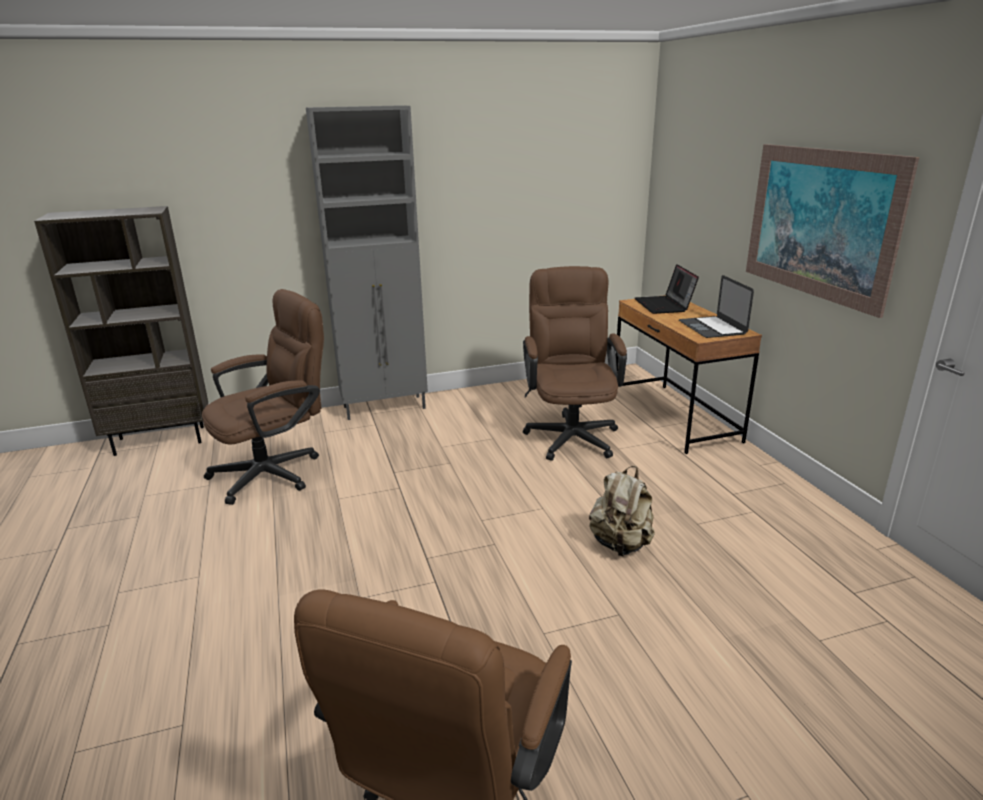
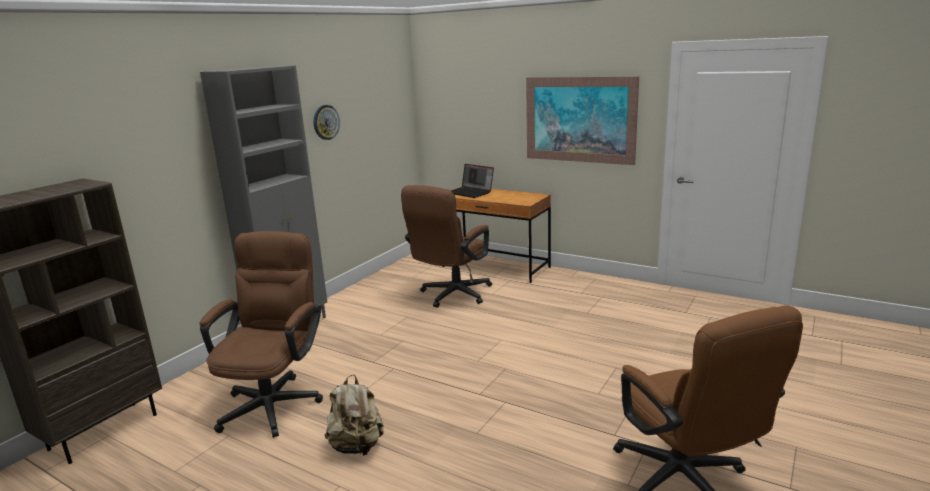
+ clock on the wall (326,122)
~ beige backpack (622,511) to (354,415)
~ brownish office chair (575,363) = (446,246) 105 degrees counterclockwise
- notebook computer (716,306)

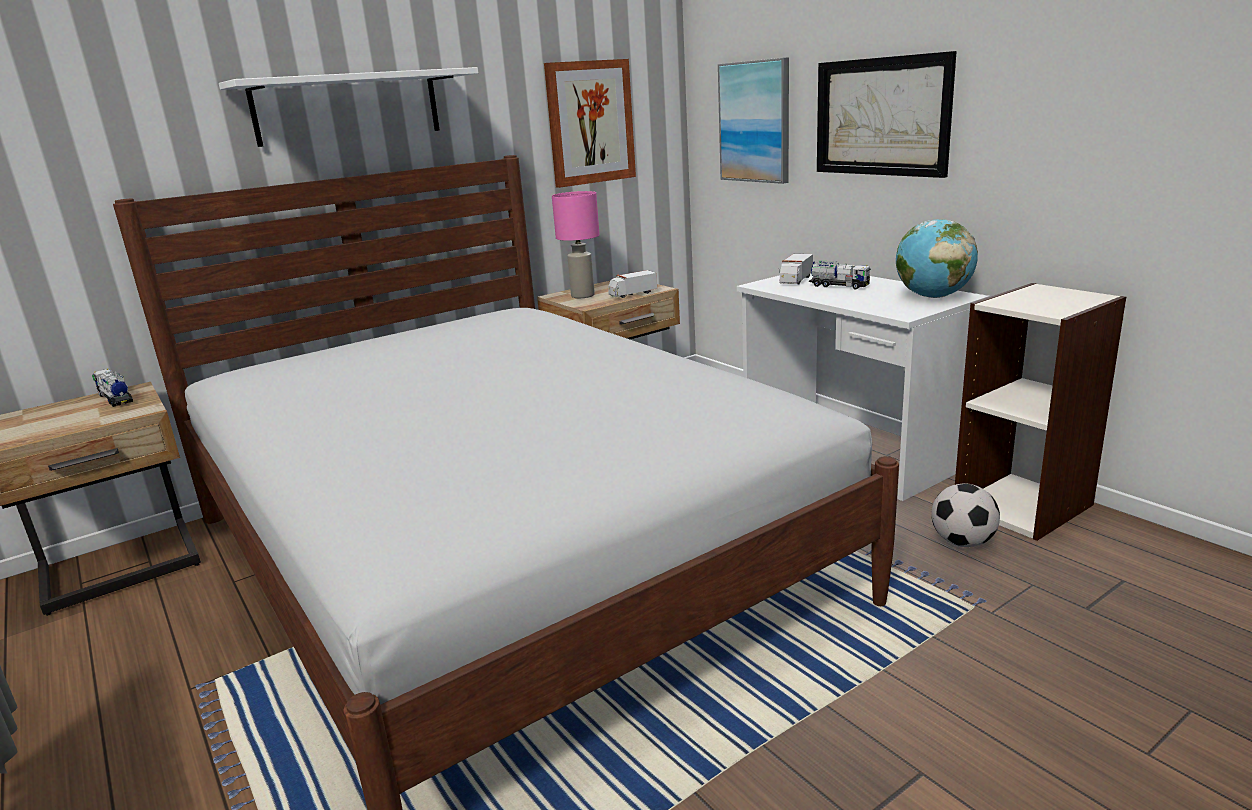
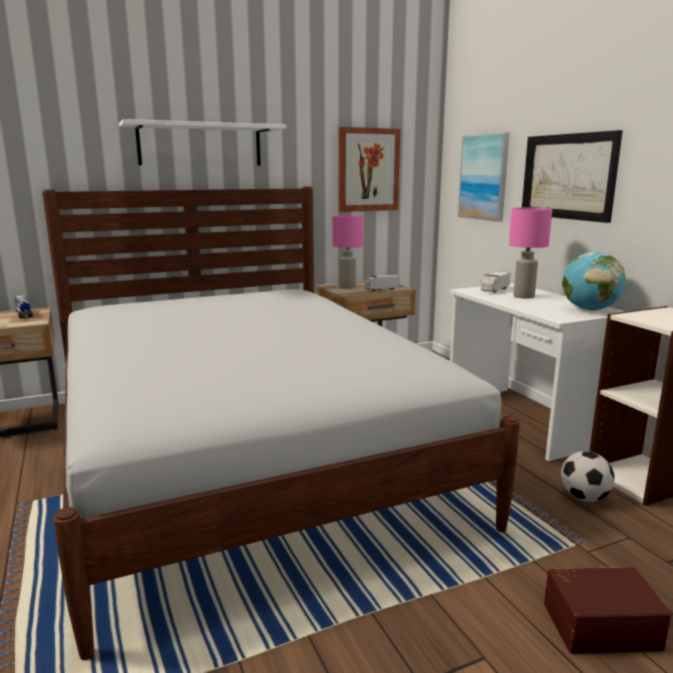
~ model truck (840,275) to pinkish lamp for a table (530,253)
+ brownish storage bin (607,610)

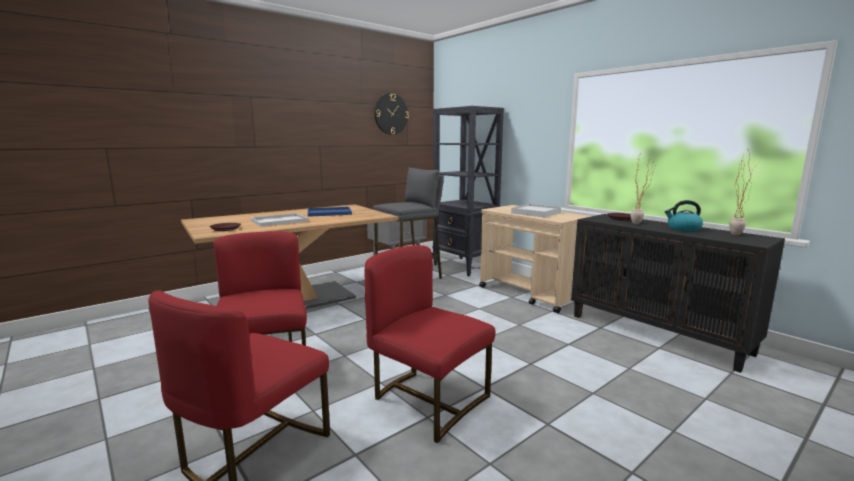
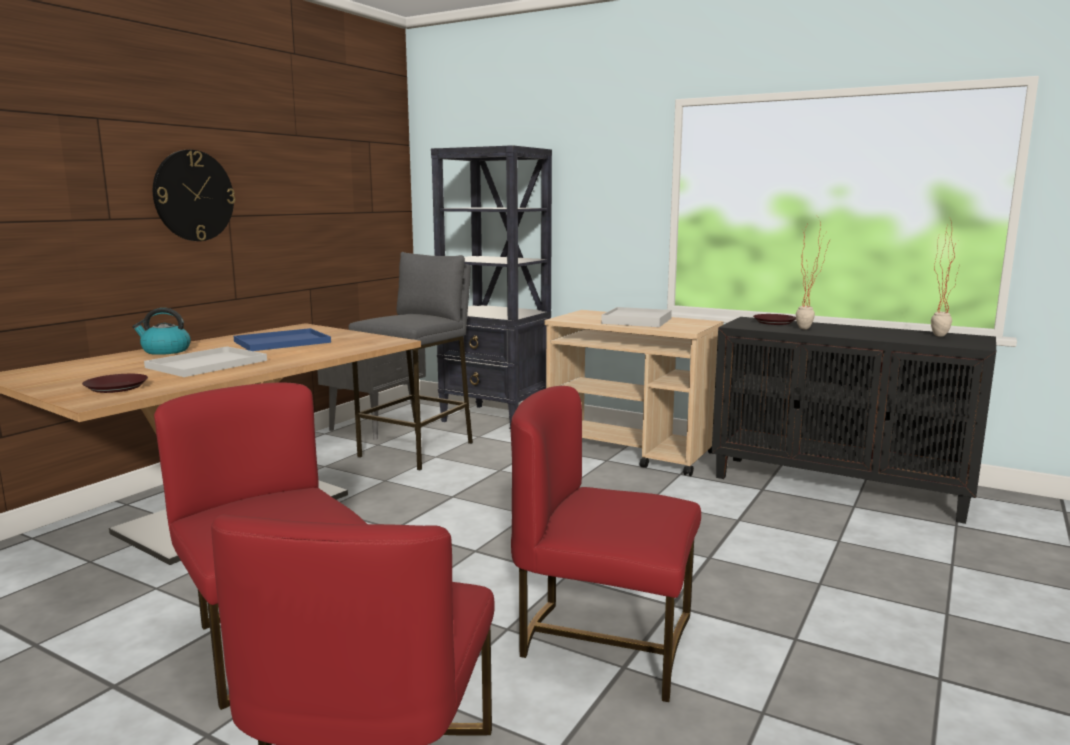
~ kettle (684,216) to (161,331)
~ clock on the wall (391,114) to (194,195)

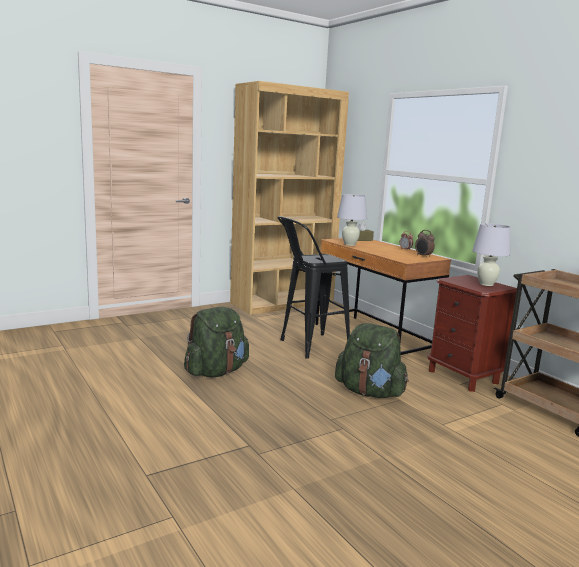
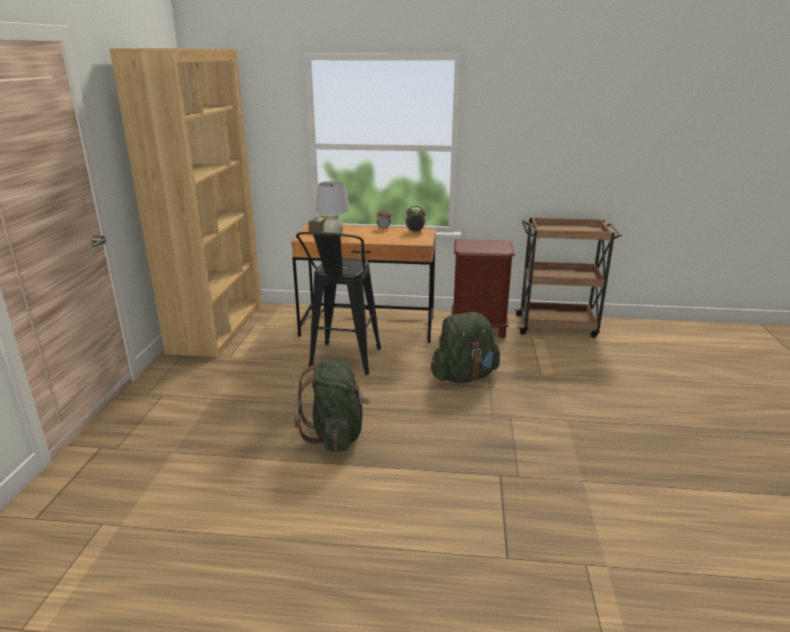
- whitish lamp for a table (491,254)

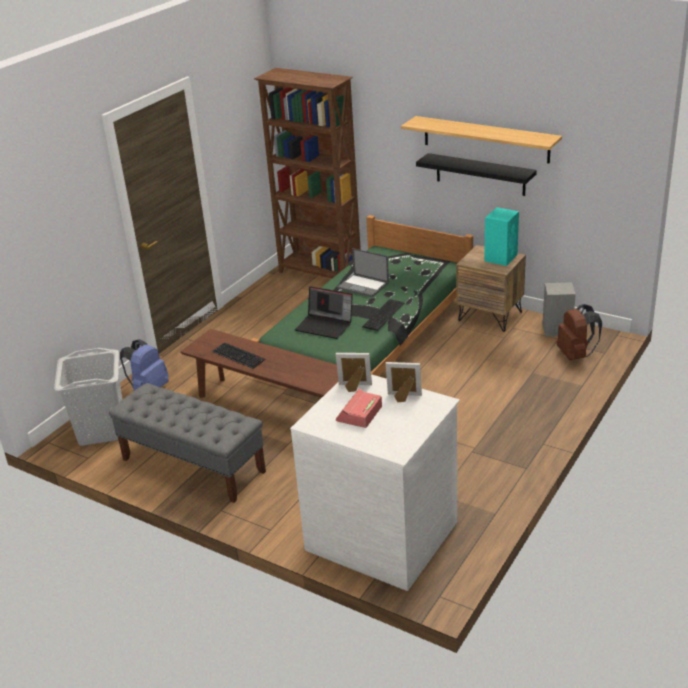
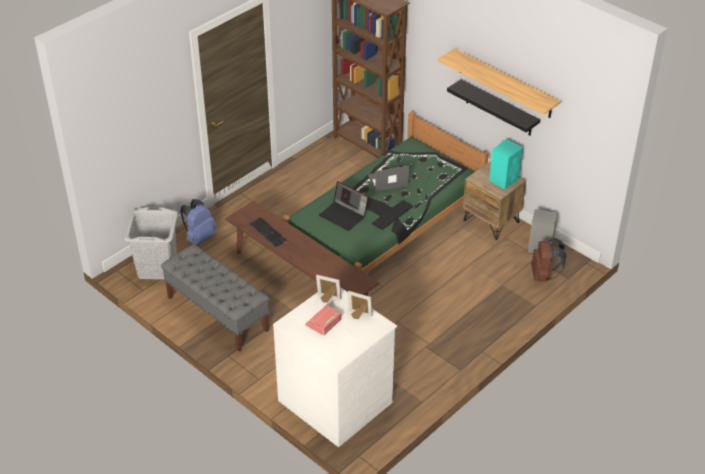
~ notebook computer (363,272) = (388,179) 120 degrees clockwise

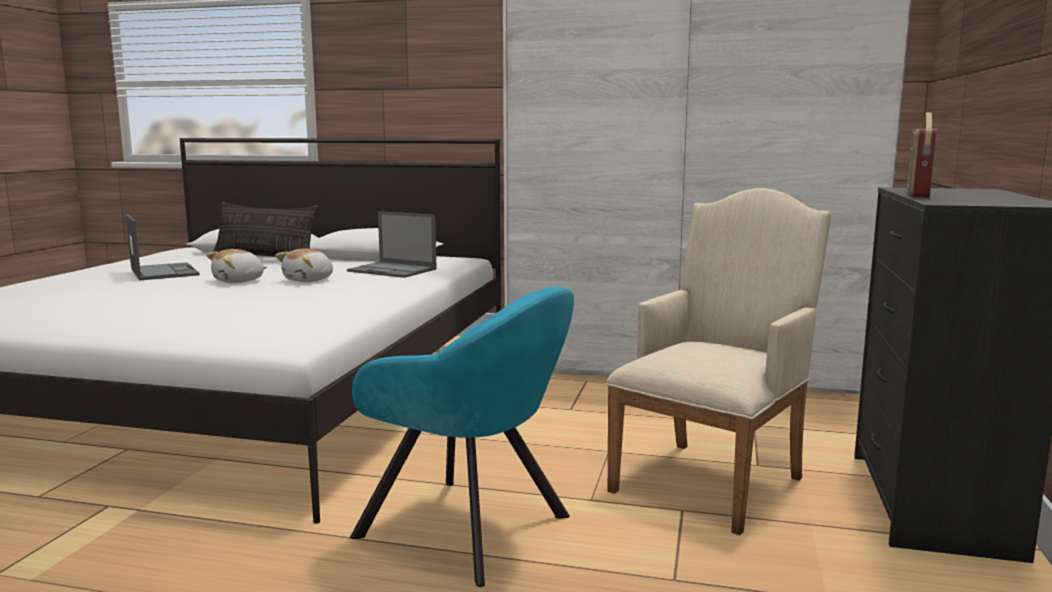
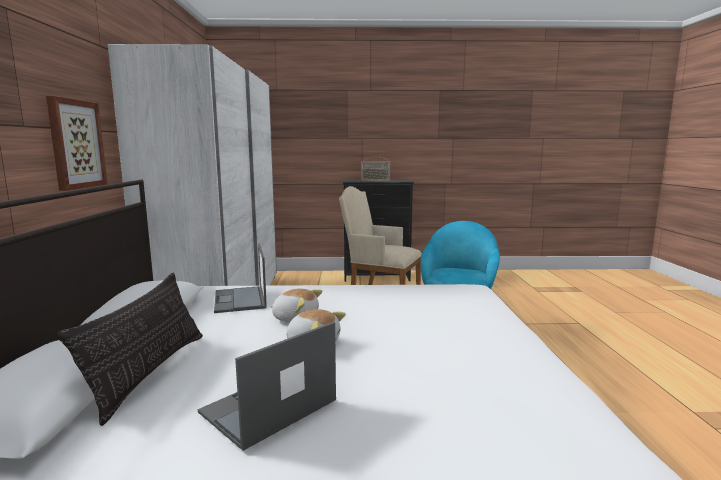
+ picture (76,143)
~ notebook computer (392,244) = (240,278) 150 degrees clockwise

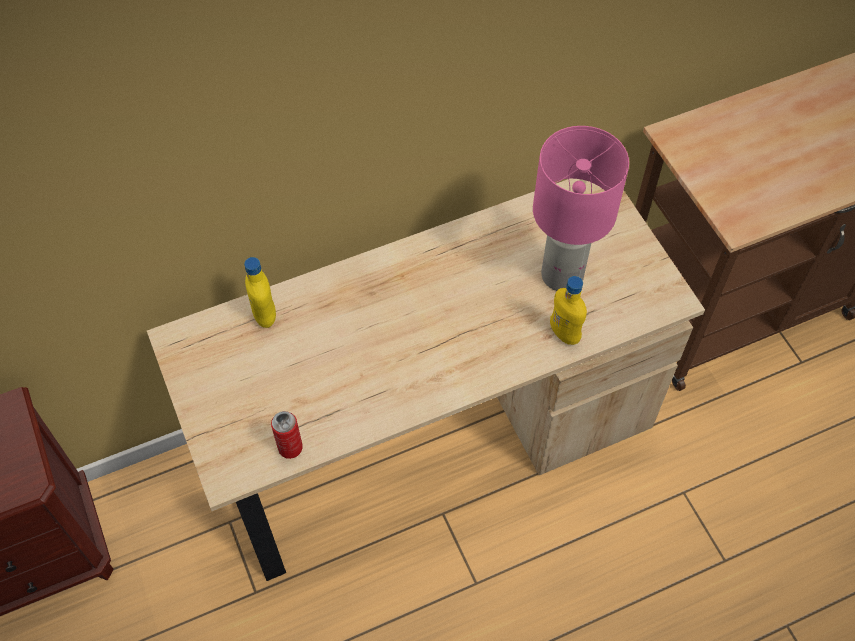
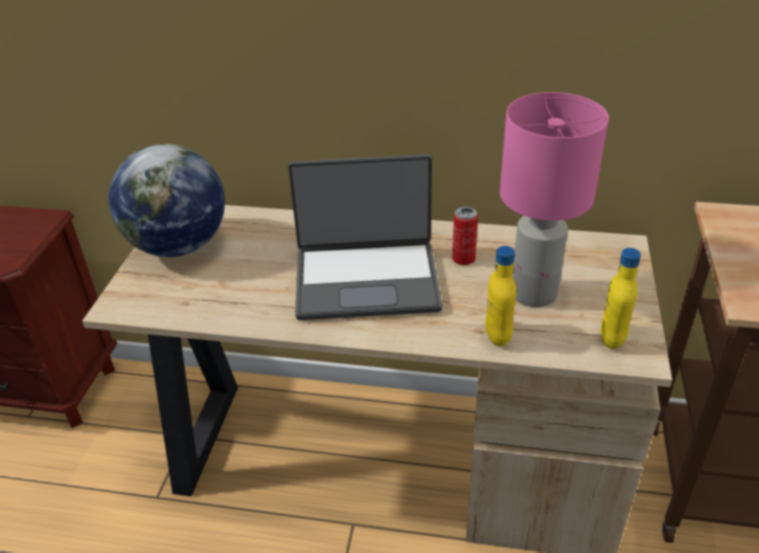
+ world globe (167,200)
+ notebook computer (365,237)
~ sealed can (287,435) to (465,236)
~ yellowish drink bottle (260,292) to (621,298)

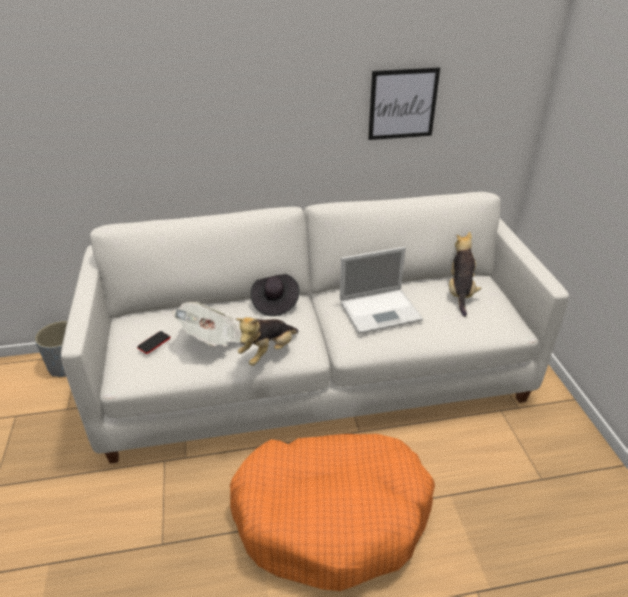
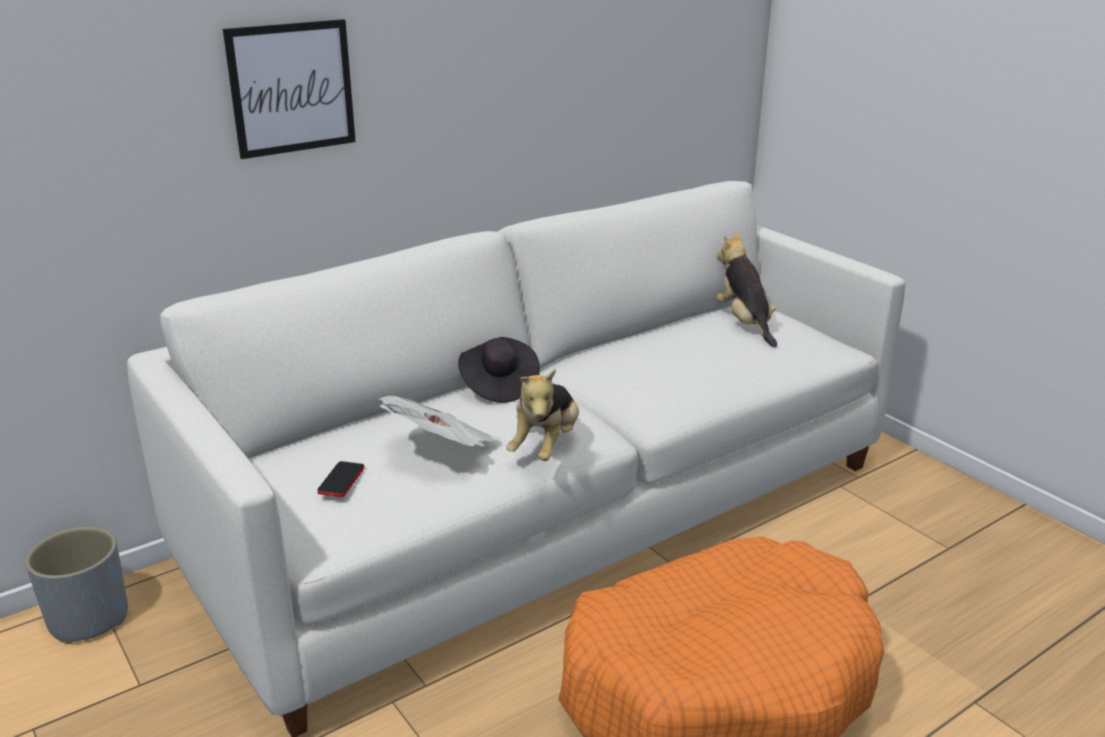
~ picture (404,104) to (289,89)
- notebook computer (381,290)

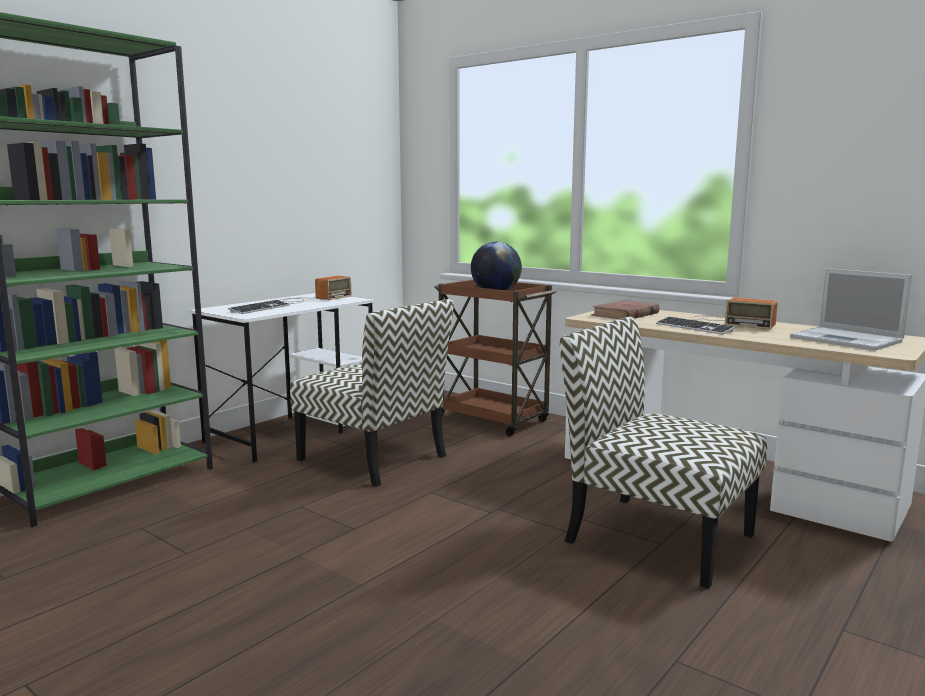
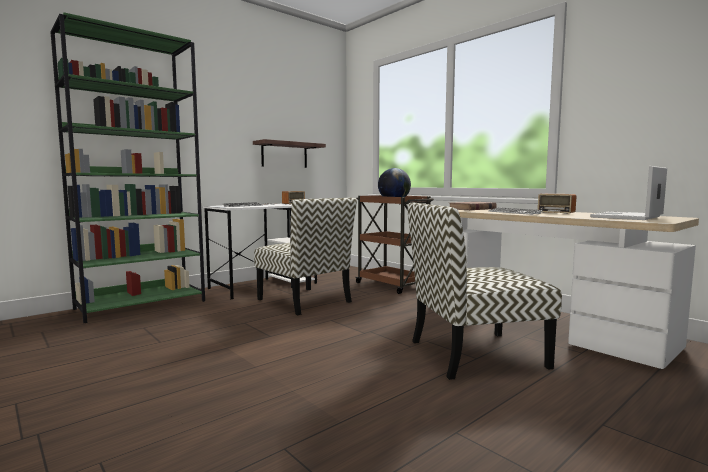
+ wall shelf (289,153)
~ plain chair (663,453) = (484,291) 60 degrees counterclockwise
~ notebook computer (851,309) = (628,193) 75 degrees clockwise

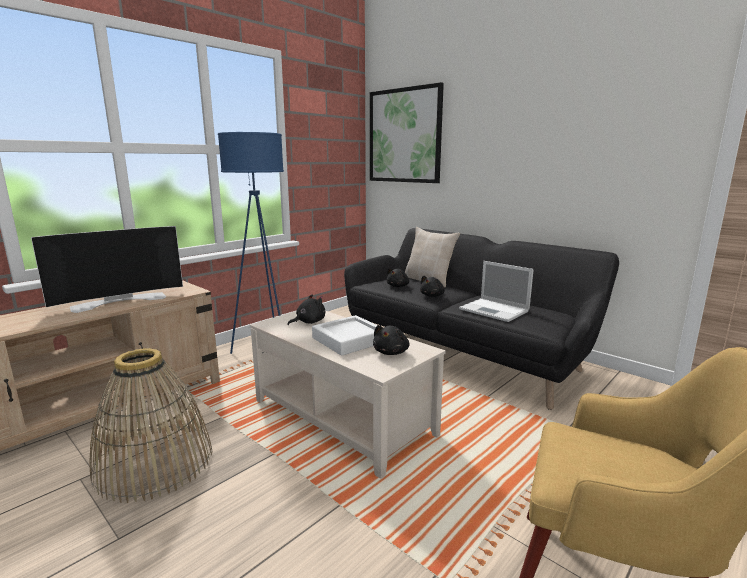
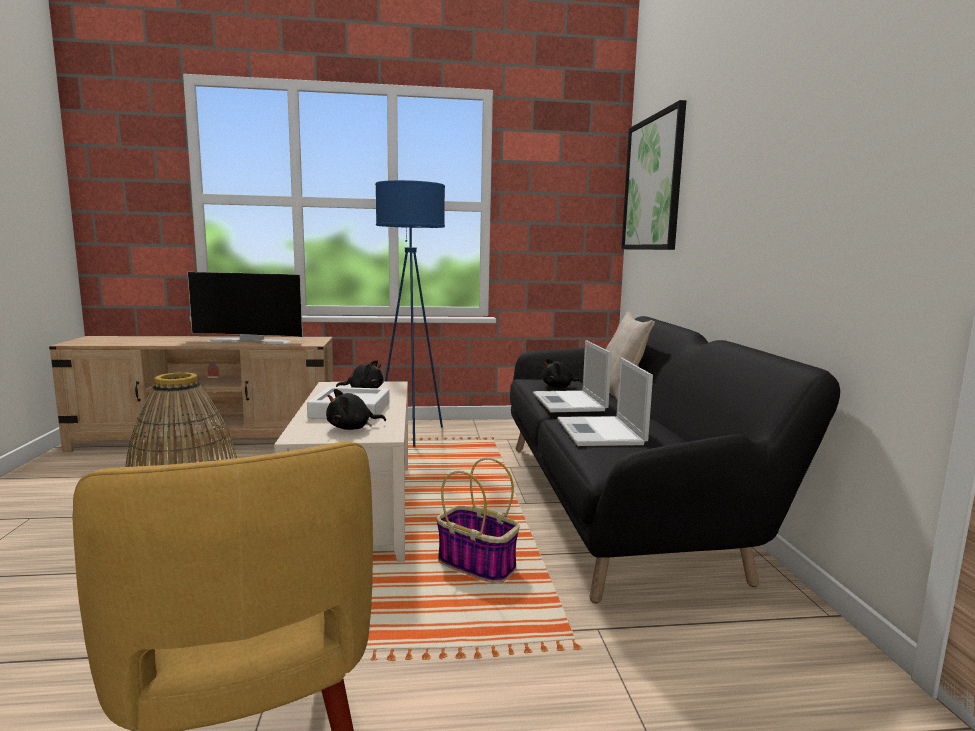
+ basket (478,520)
~ blackish plush toy (432,286) to notebook computer (572,376)

